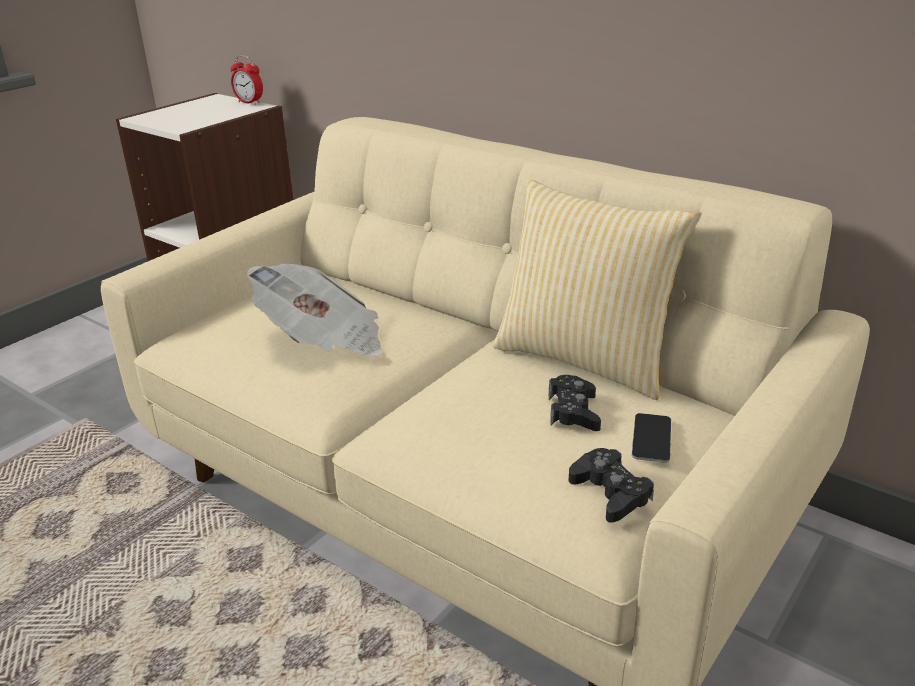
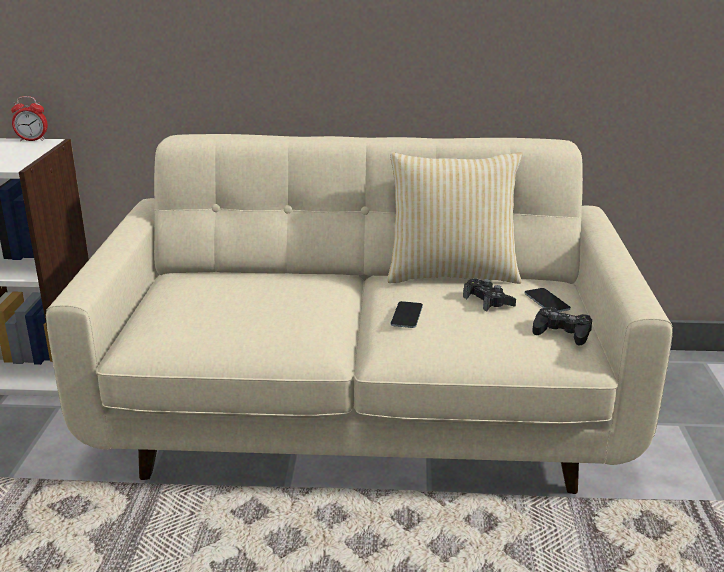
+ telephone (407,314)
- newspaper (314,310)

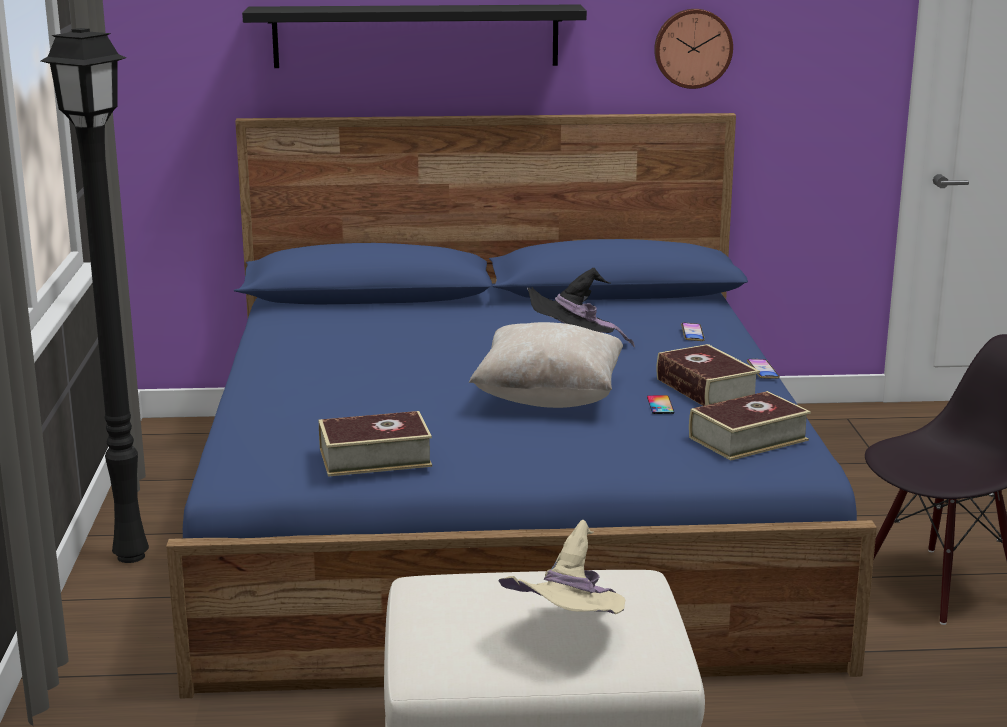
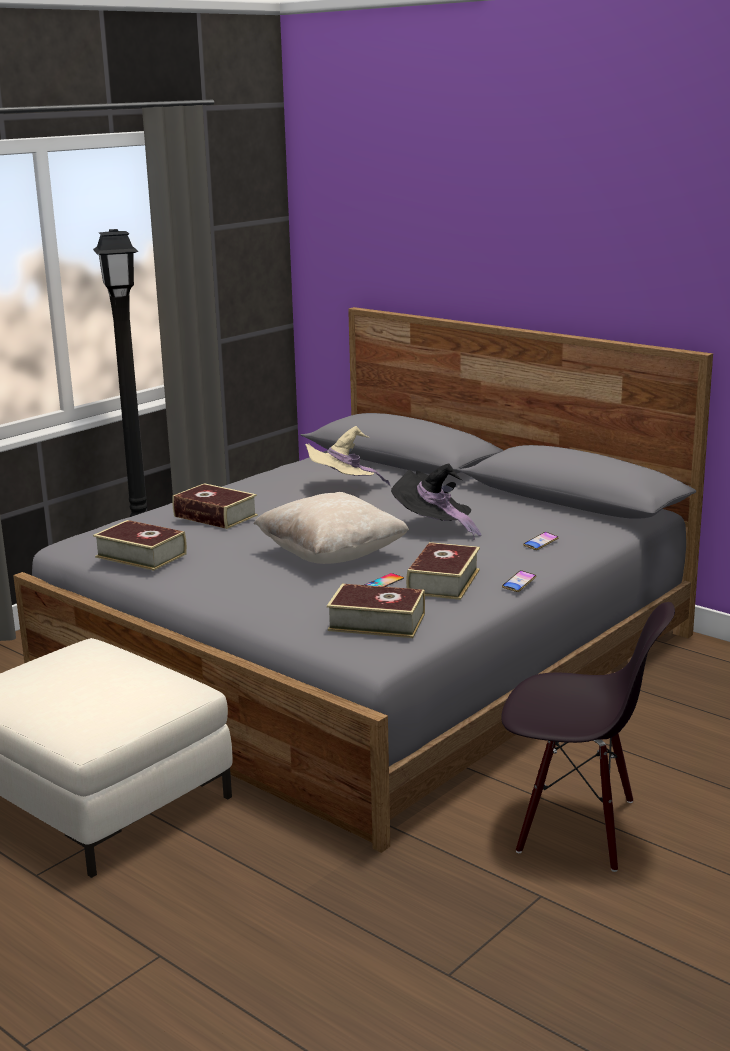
~ bluish bed (521,405) to greyish bed (363,580)
+ volume (215,506)
~ beige clothing hat (562,567) to (348,456)
- blackish wall shelf (414,36)
- clock on the wall (693,49)

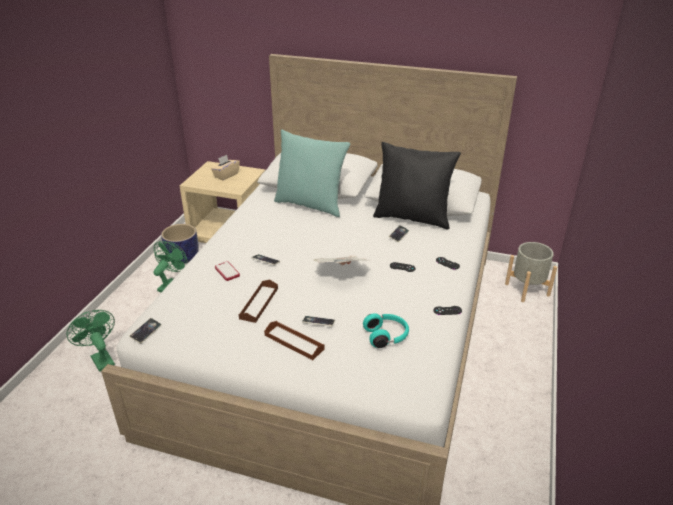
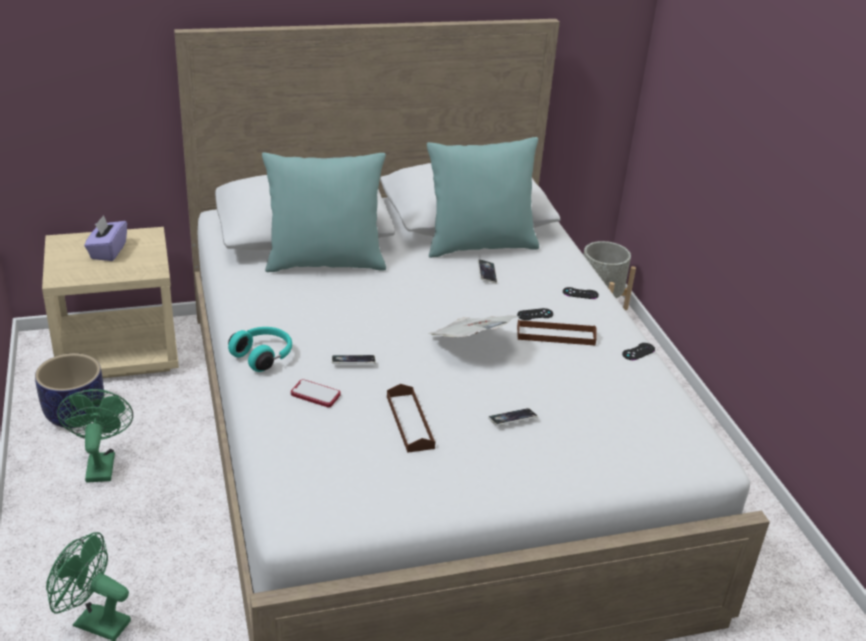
~ beige tissue holder (225,167) to purplish tissue holder (105,238)
~ turquoise pair of headphones (386,330) to (260,349)
~ blackish cushion (417,185) to turquoise cushion (483,197)
~ brownish serving tray (294,340) to (557,332)
- telephone (145,331)

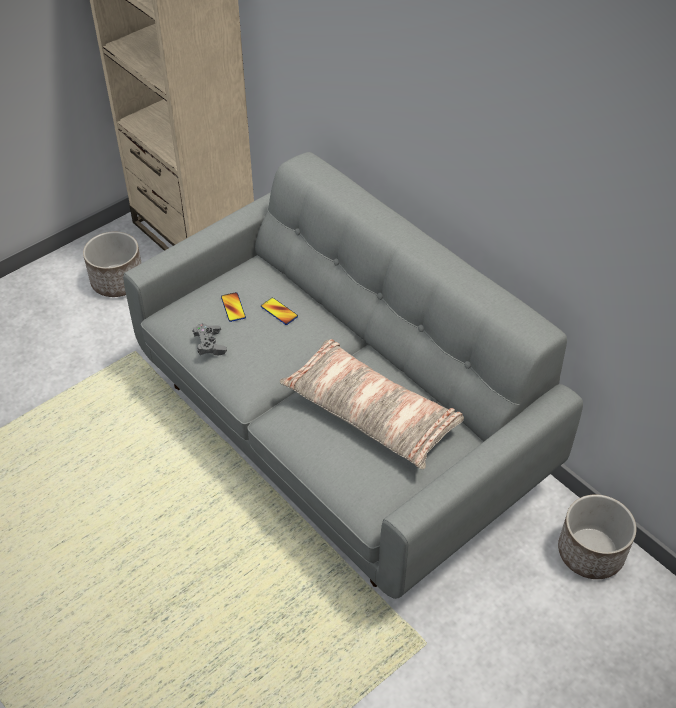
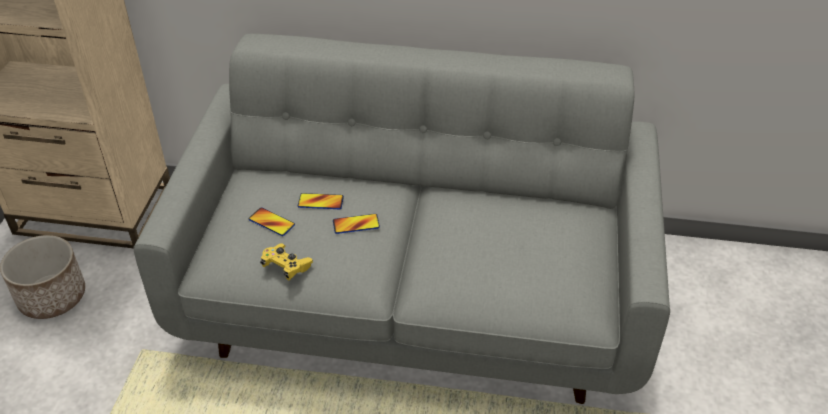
~ greyish gamepad (209,339) to yellowish gamepad (286,262)
+ telephone (356,224)
- cushion (372,404)
- plant pot (597,536)

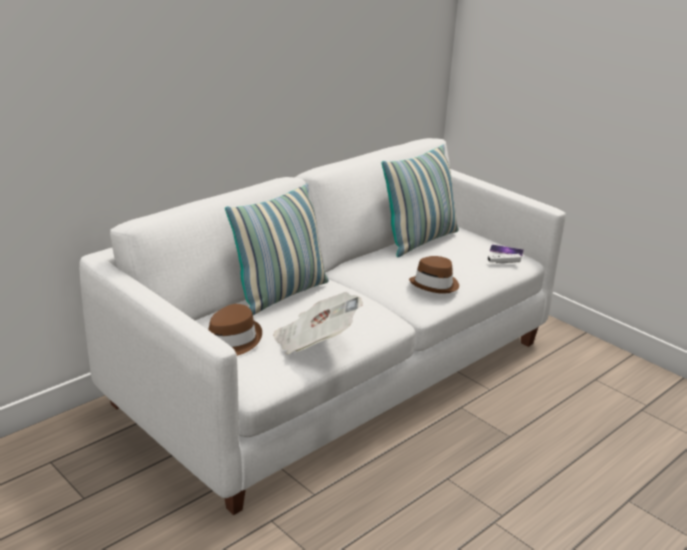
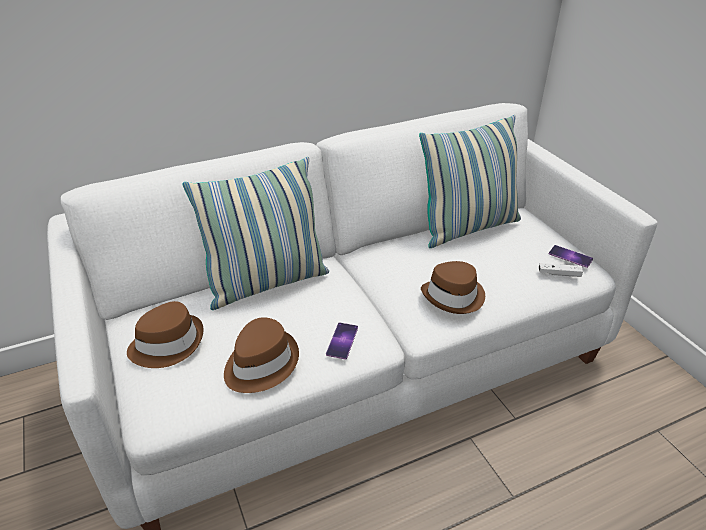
~ newspaper (318,323) to brownish clothing hat (261,355)
+ telephone (342,340)

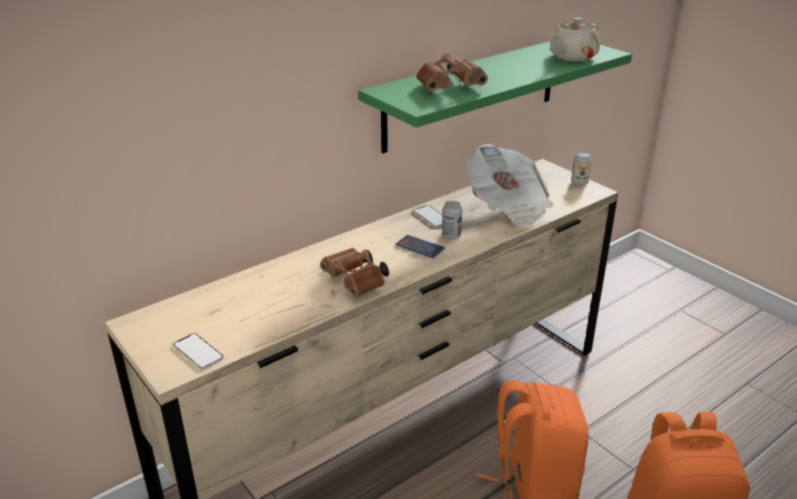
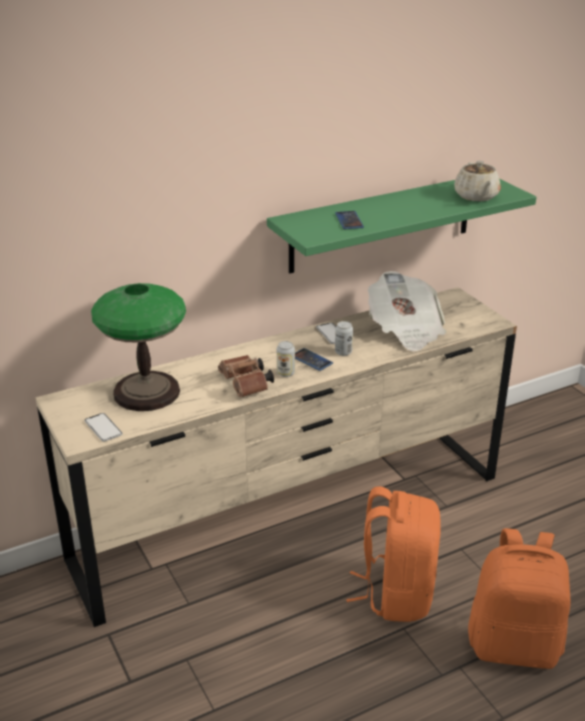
+ lamp for a table (138,347)
~ sealed can (581,169) to (286,359)
~ brownish binoculars (452,72) to telephone (349,220)
~ beige tea pot (575,39) = (477,181) 60 degrees counterclockwise

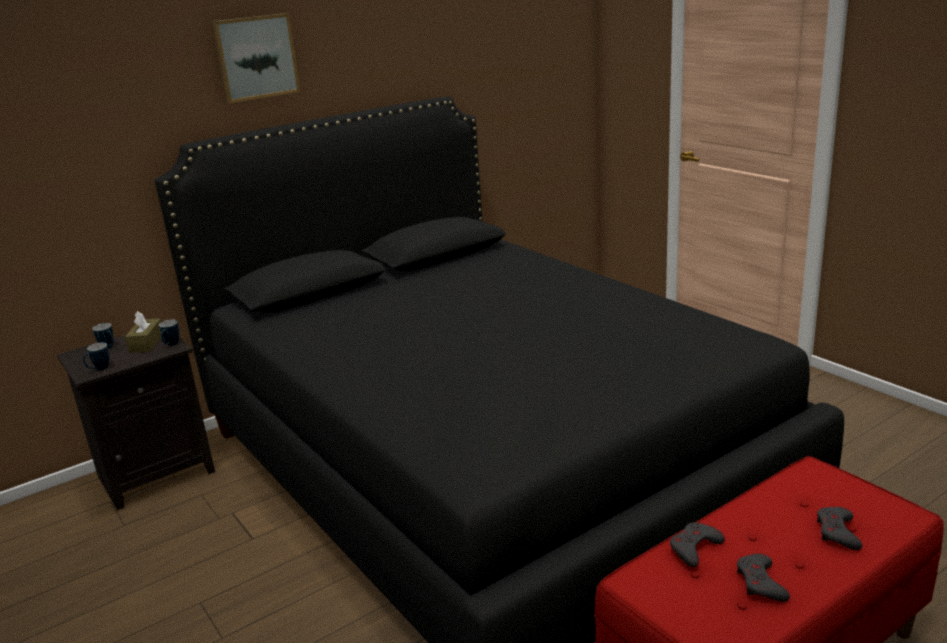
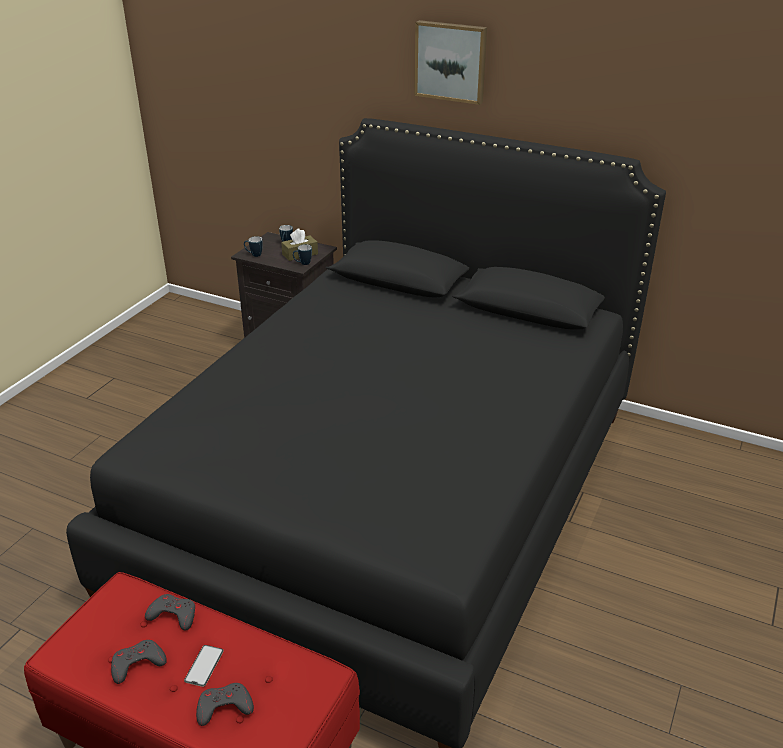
+ telephone (204,666)

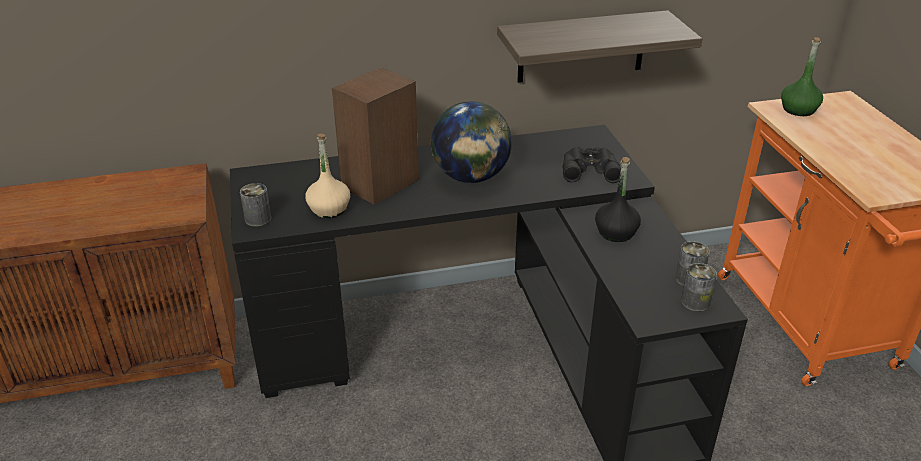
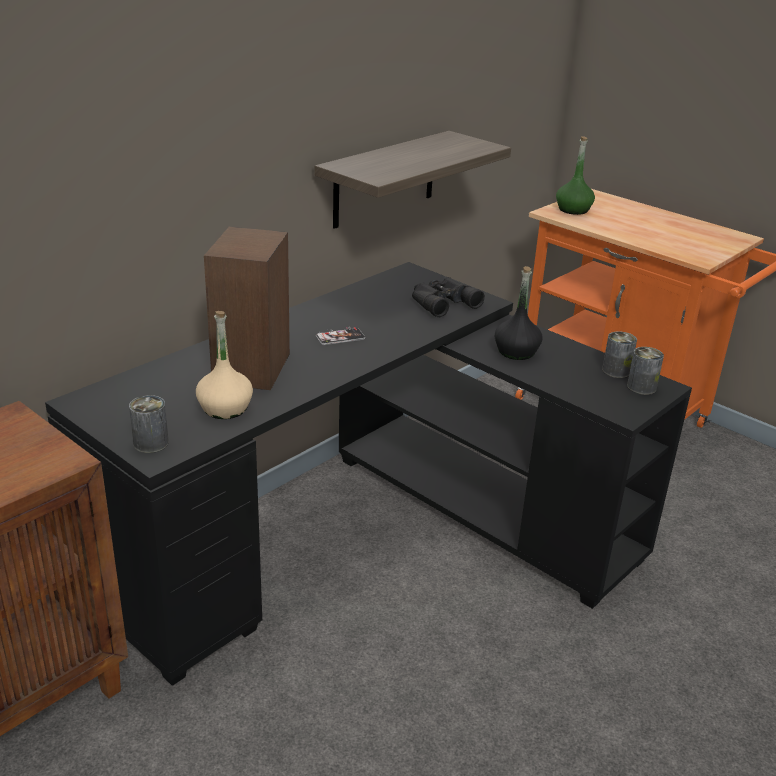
~ world globe (471,142) to telephone (340,336)

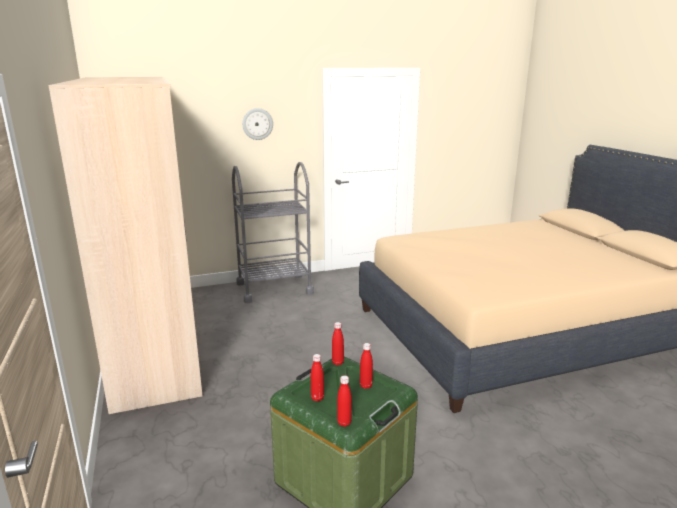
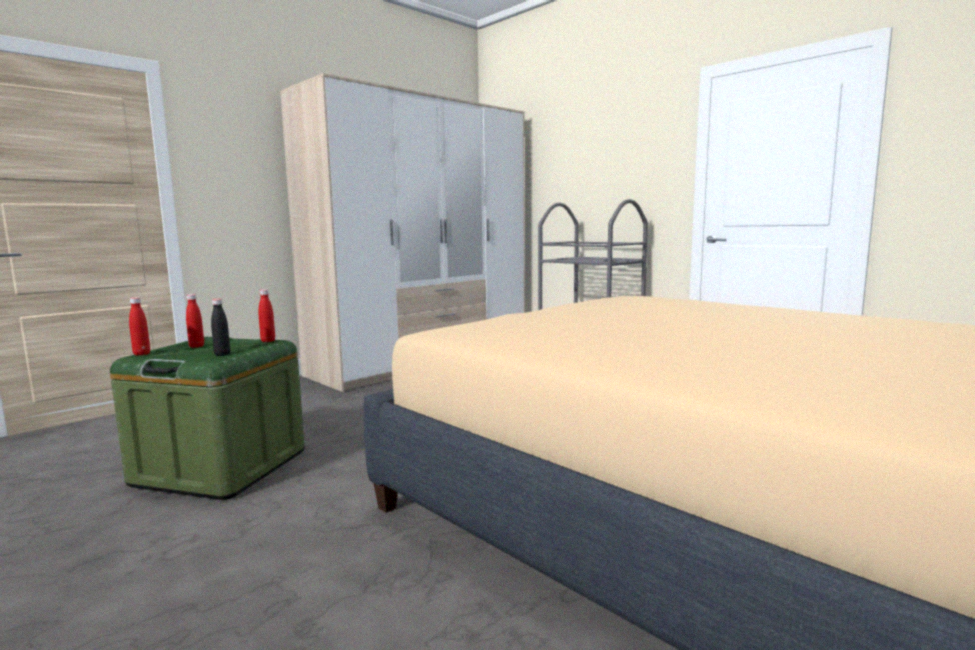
~ red-coloured drink bottle (366,366) to blackish drink bottle (220,327)
- clock on the wall (257,124)

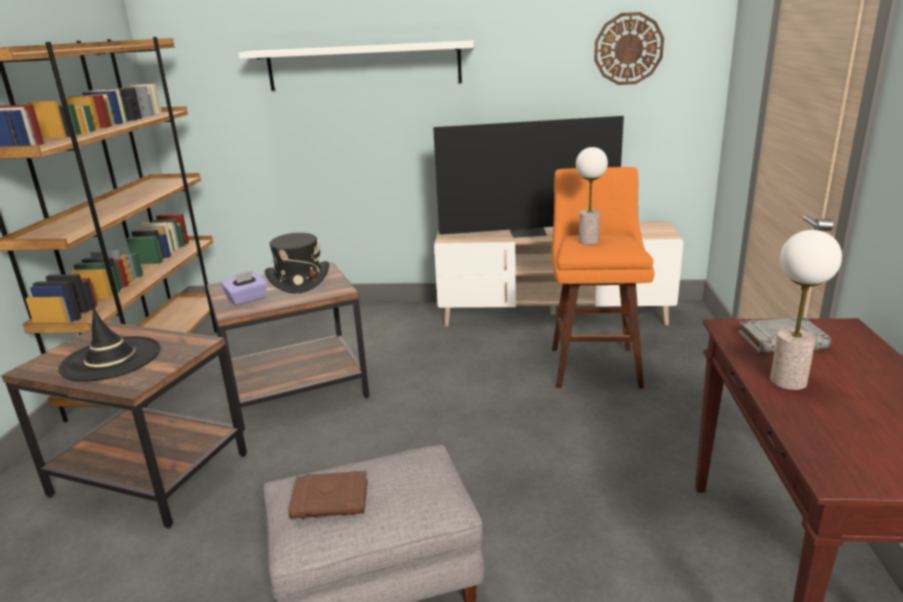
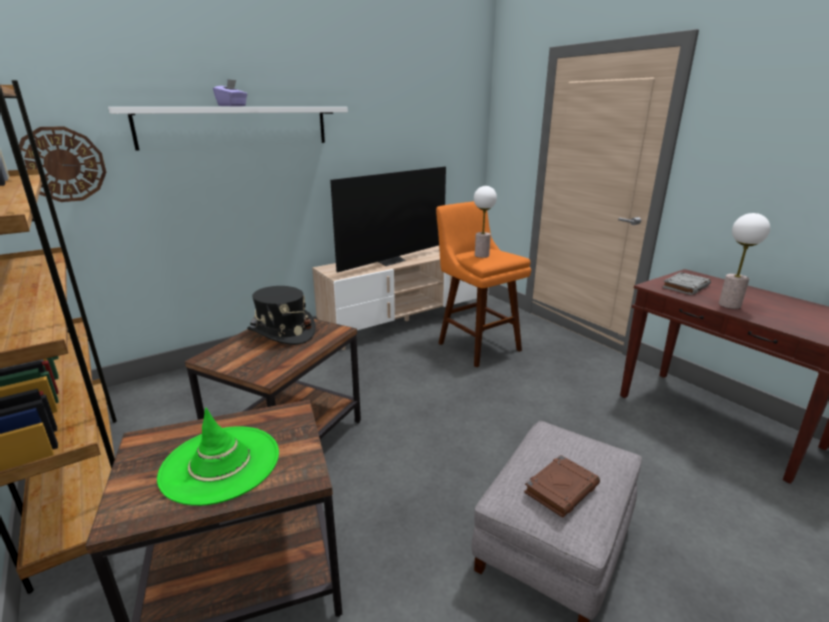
~ clock on the wall (629,48) to (63,164)
~ blackish clothing hat (109,344) to green-coloured clothing hat (218,457)
~ purplish tissue holder (244,288) to (230,92)

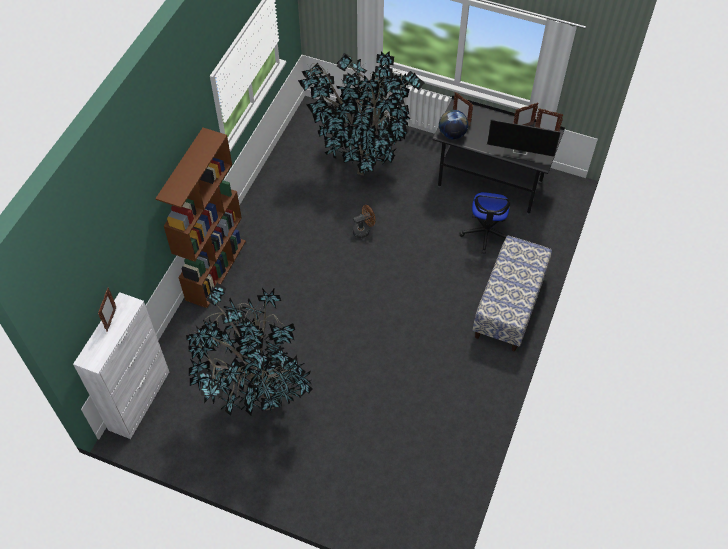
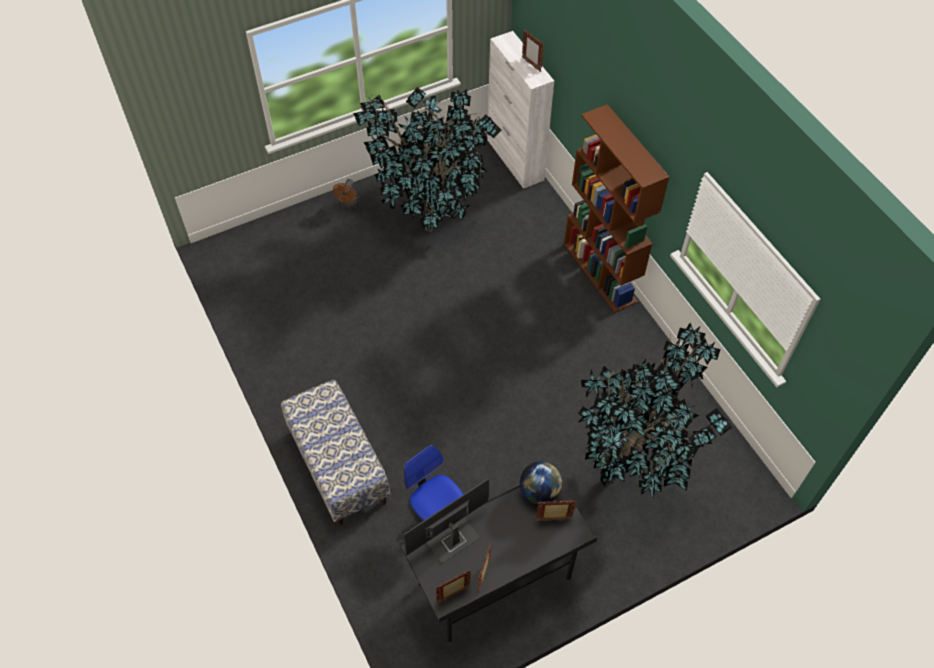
~ brownish cooling fan (363,221) to (346,194)

